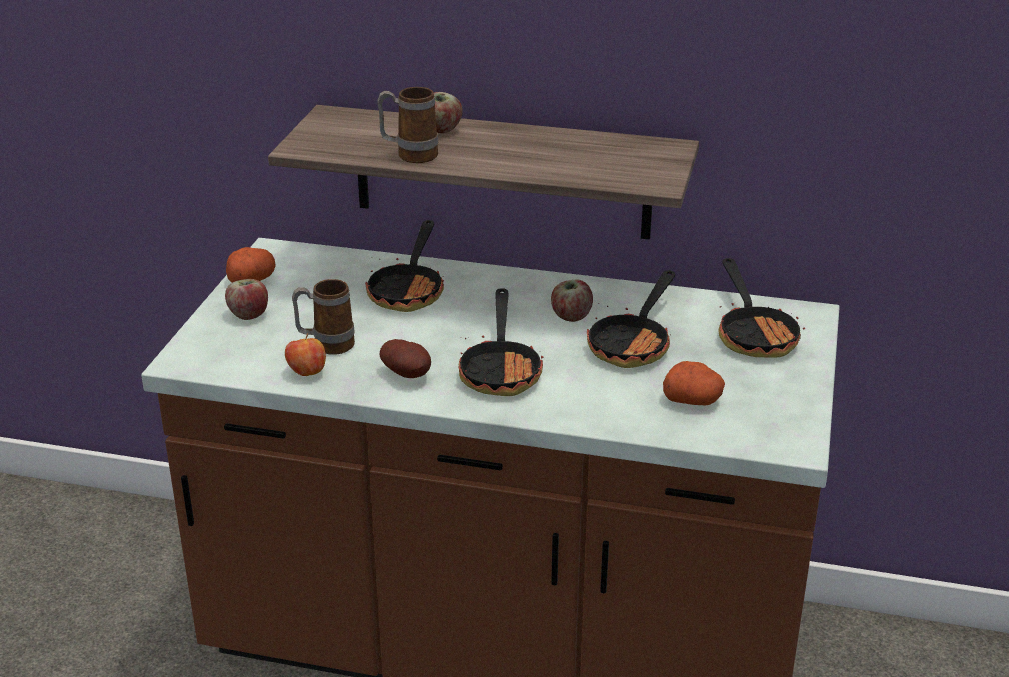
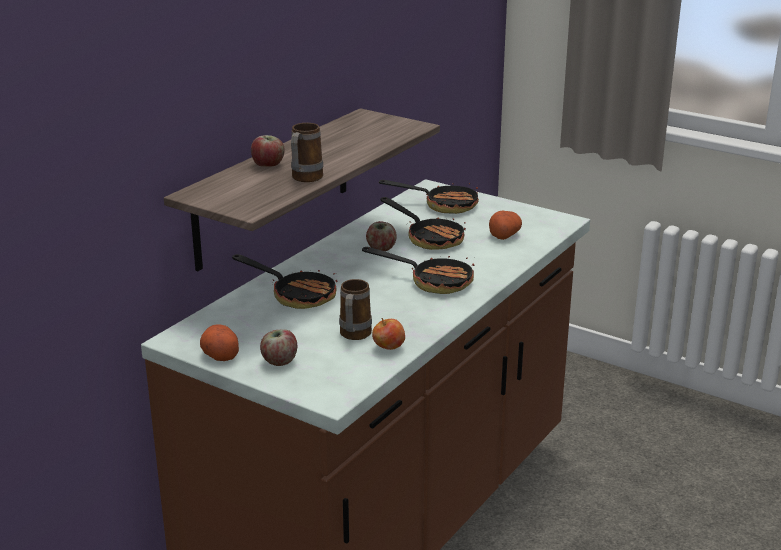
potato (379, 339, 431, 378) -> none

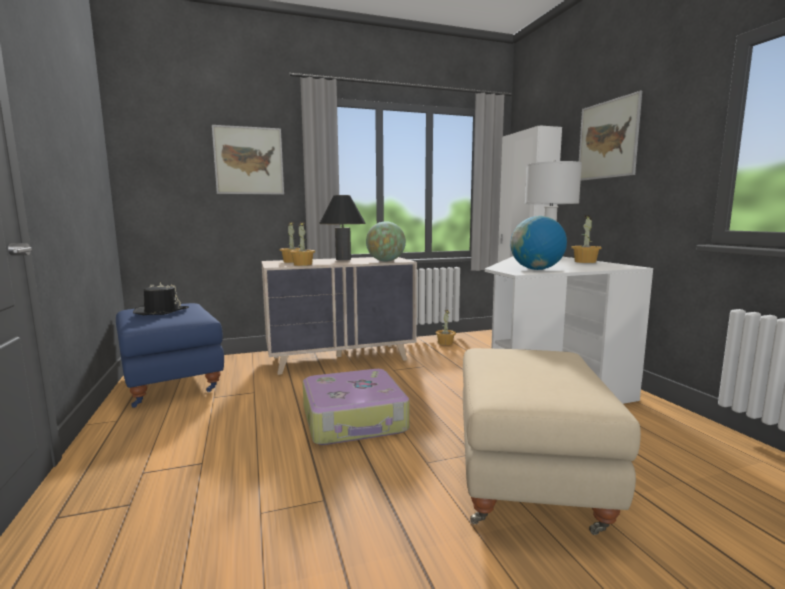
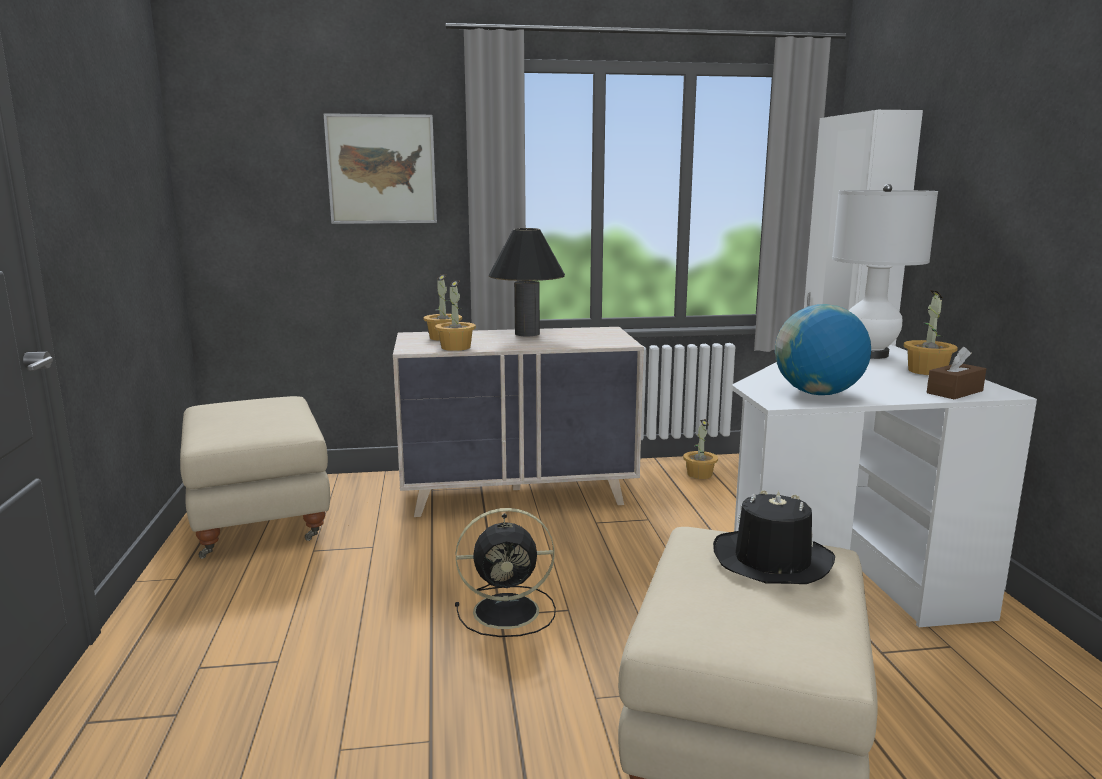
picture (579, 91, 642, 181) -> none
globe (366, 221, 406, 262) -> none
black hat (133, 282, 189, 315) -> black hat (713, 490, 835, 584), move
blue ottoman (116, 303, 224, 408) -> beige ottoman (180, 396, 330, 559)
suitcase (303, 369, 409, 445) -> black fan (455, 508, 556, 637)
none -> brown tissue box (927, 347, 986, 399)

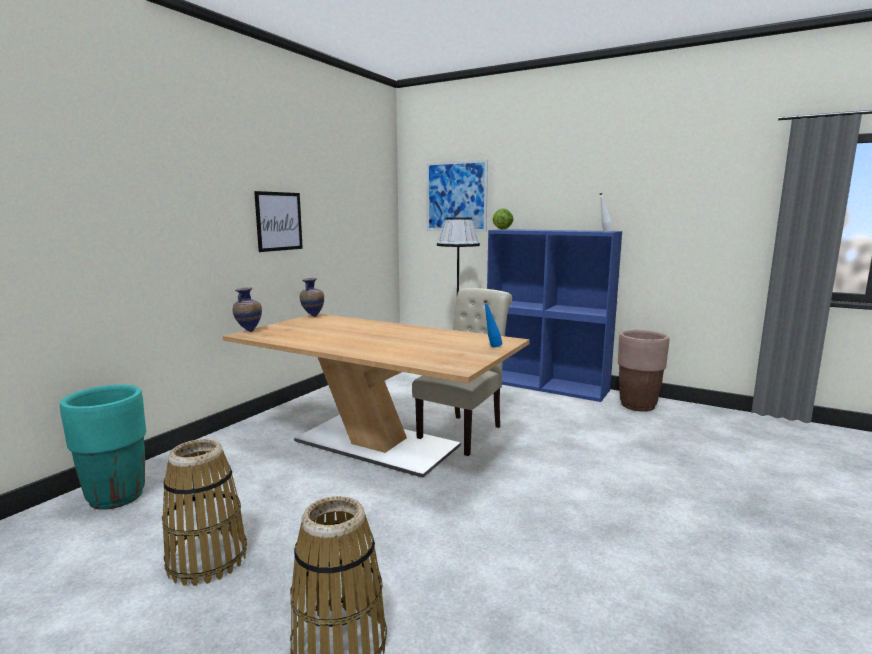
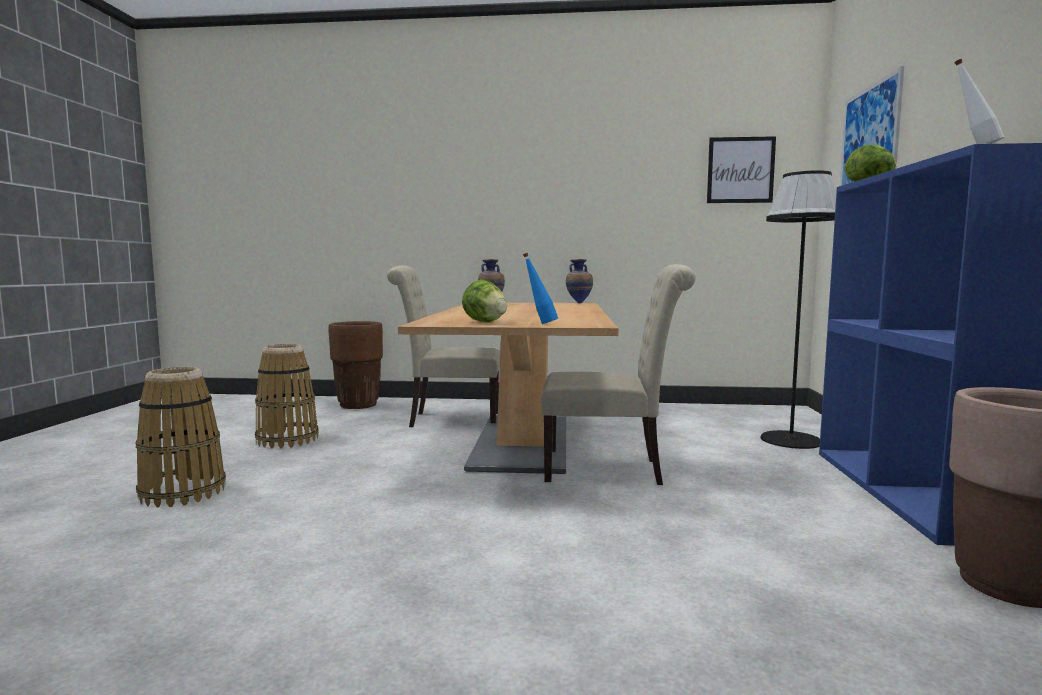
picture (254, 191, 303, 252) -> picture (707, 136, 776, 203), move
turquoise planter (60, 385, 146, 510) -> brown planter (329, 321, 383, 409)
none -> beige chair (387, 266, 500, 427)
none -> lettuce (462, 280, 507, 322)

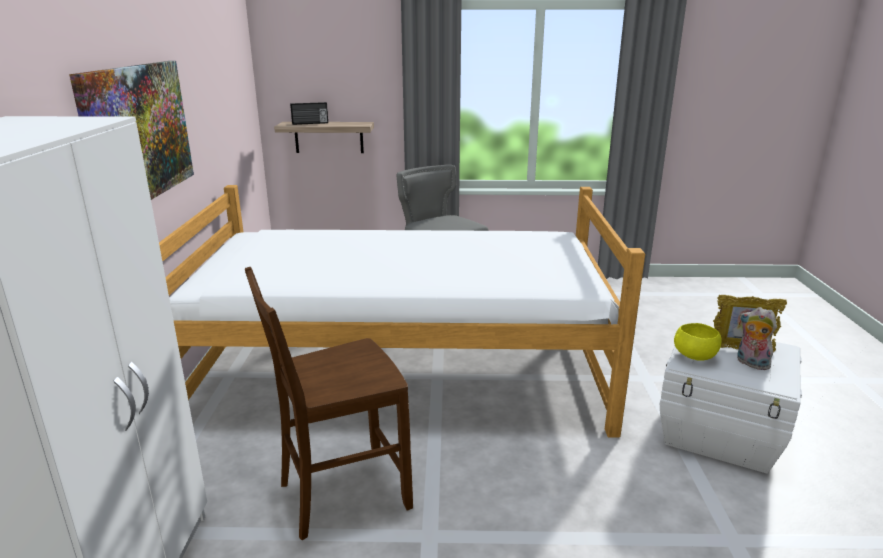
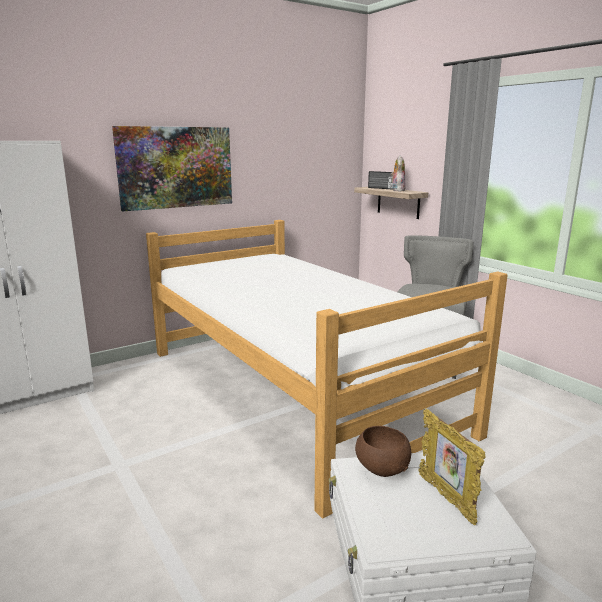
brown chair (245, 267, 413, 540) -> none
plush toy (737, 307, 777, 370) -> plush toy (391, 155, 406, 191), move
yellow bowl (674, 323, 722, 361) -> brown bowl (355, 426, 411, 477)

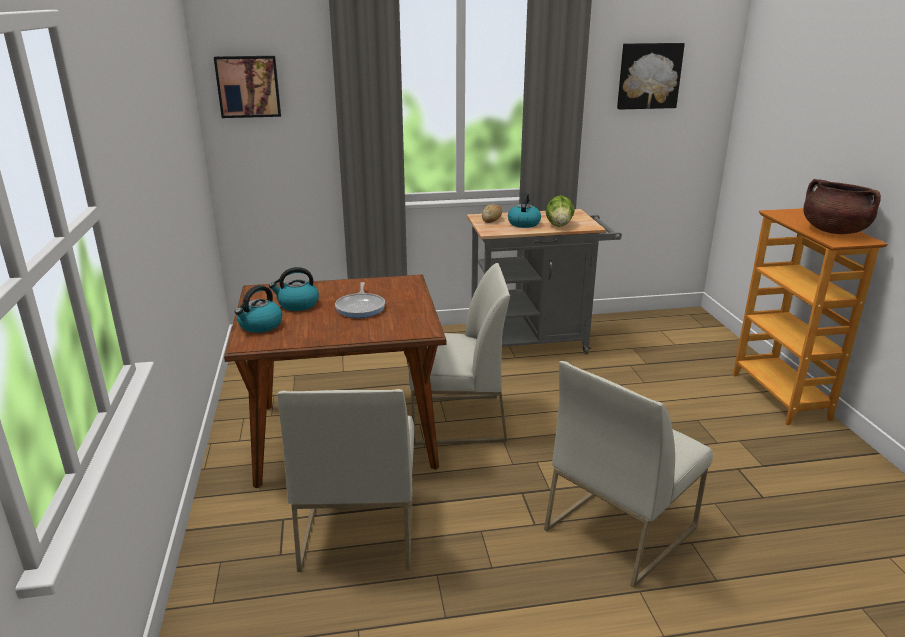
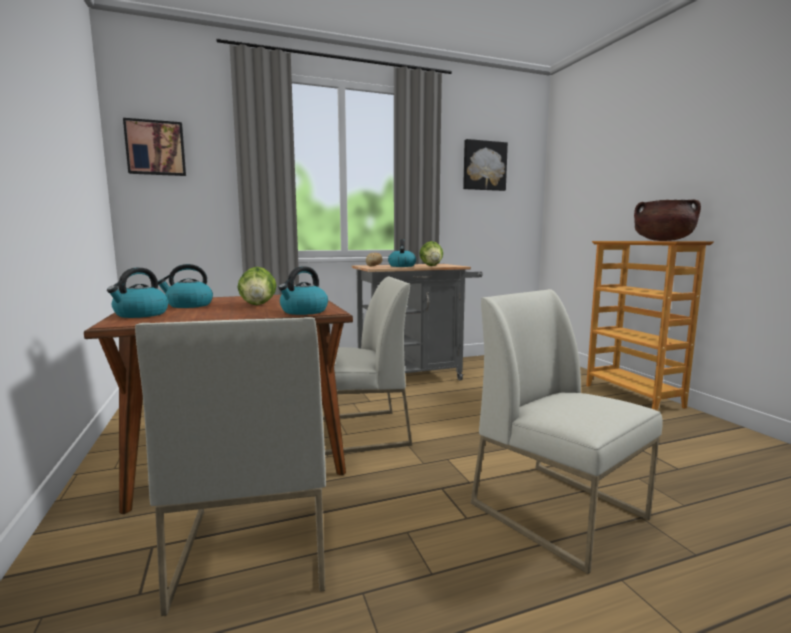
frying pan (335, 282, 385, 318) -> lettuce (238, 267, 277, 305)
white chair (544, 361, 713, 588) -> white chair (471, 289, 663, 574), 105 degrees clockwise
none -> kettle (278, 266, 328, 315)

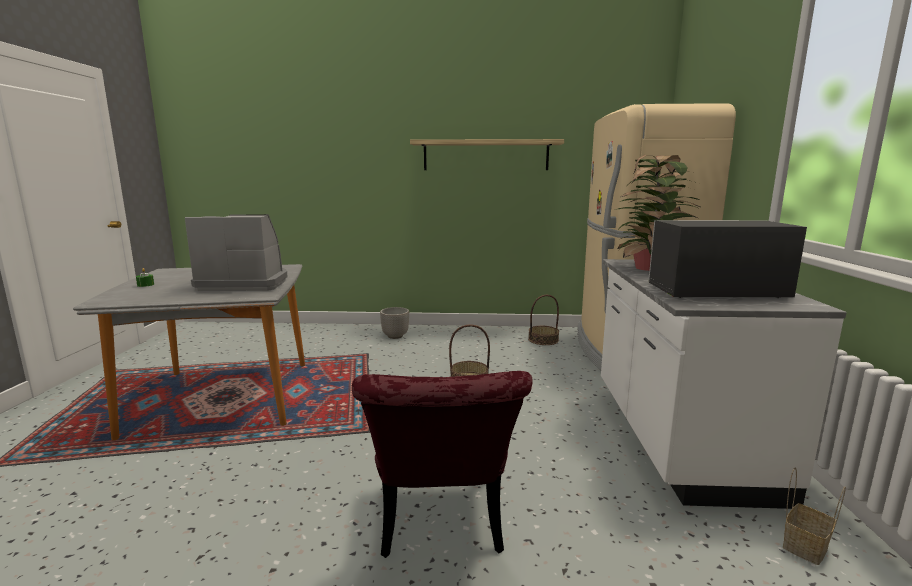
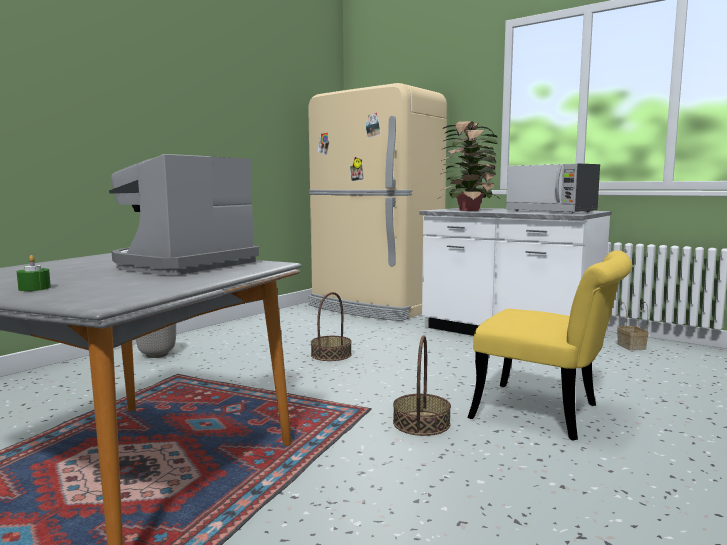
shelf (410, 139, 564, 170) -> none
microwave (648, 220, 807, 298) -> microwave (506, 163, 600, 213), 75 degrees counterclockwise
basket (528, 295, 559, 345) -> basket (393, 335, 451, 436), move
red chair (352, 371, 533, 558) -> yellow chair (468, 251, 632, 441)

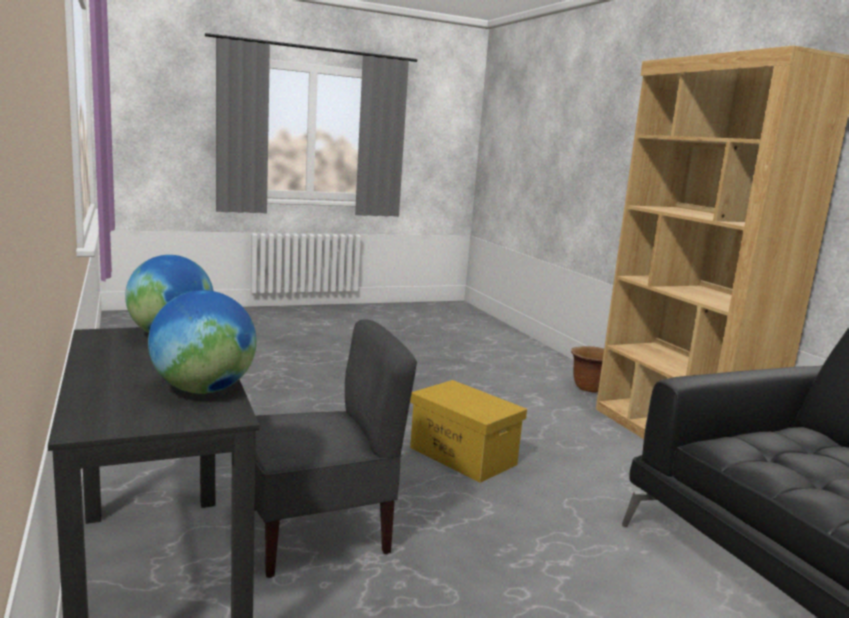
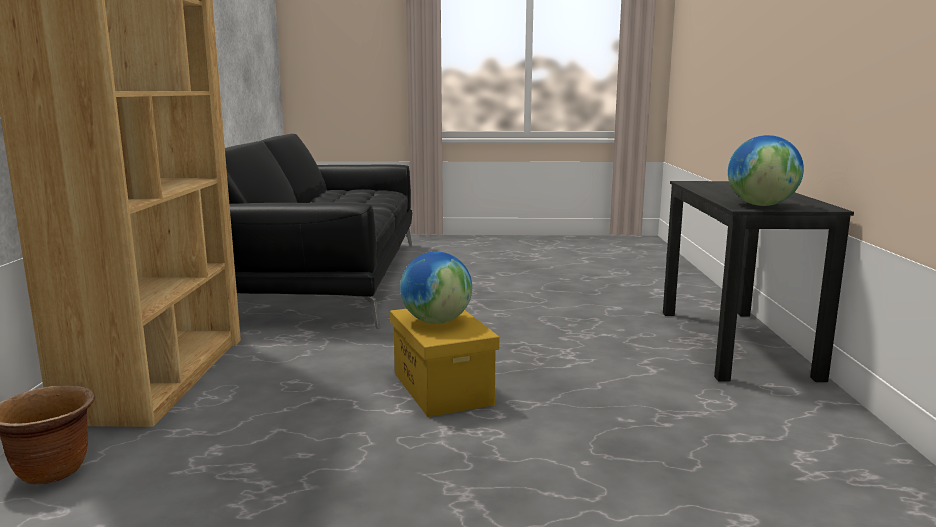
globe (148, 290, 257, 394) -> globe (400, 252, 472, 324), move
grey chair (255, 319, 417, 578) -> none

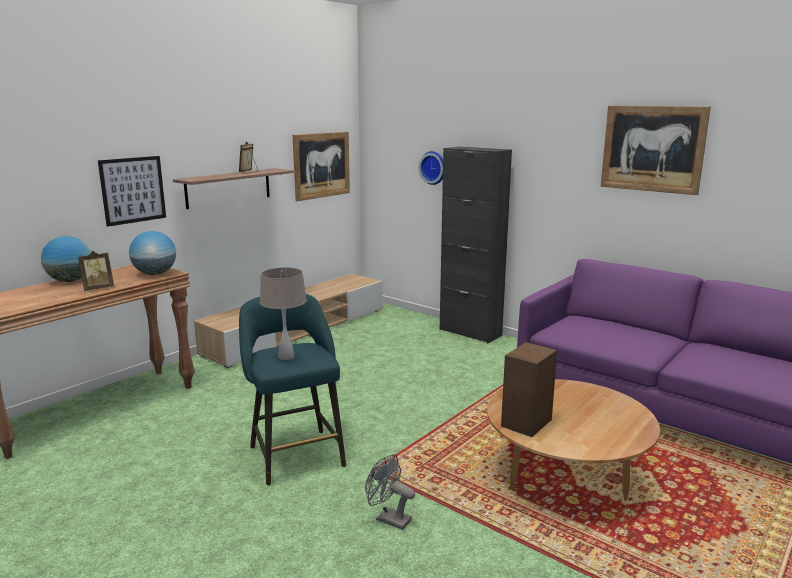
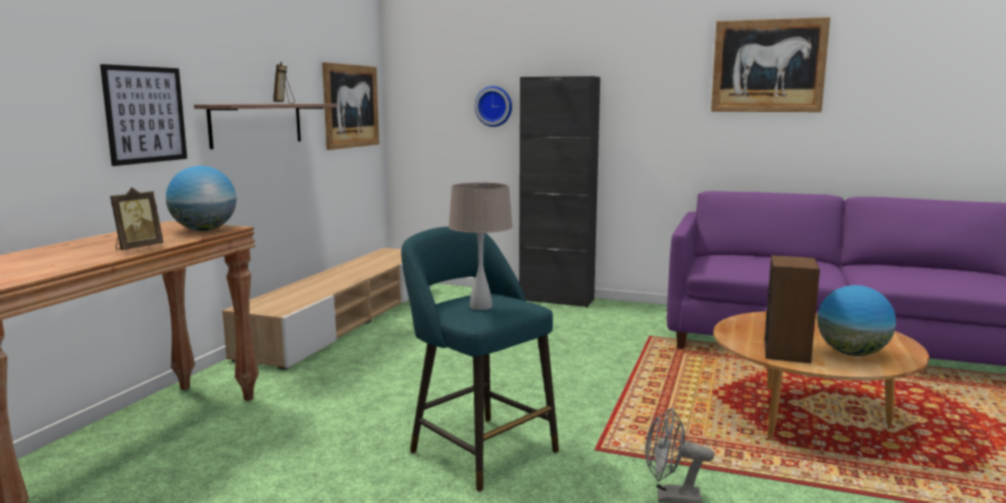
globe (41, 236, 91, 282) -> globe (817, 285, 896, 356), move

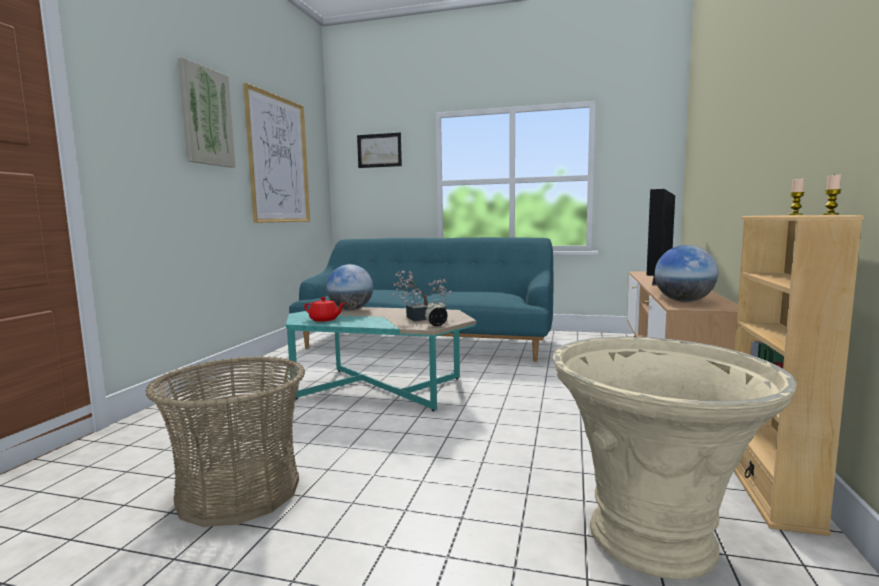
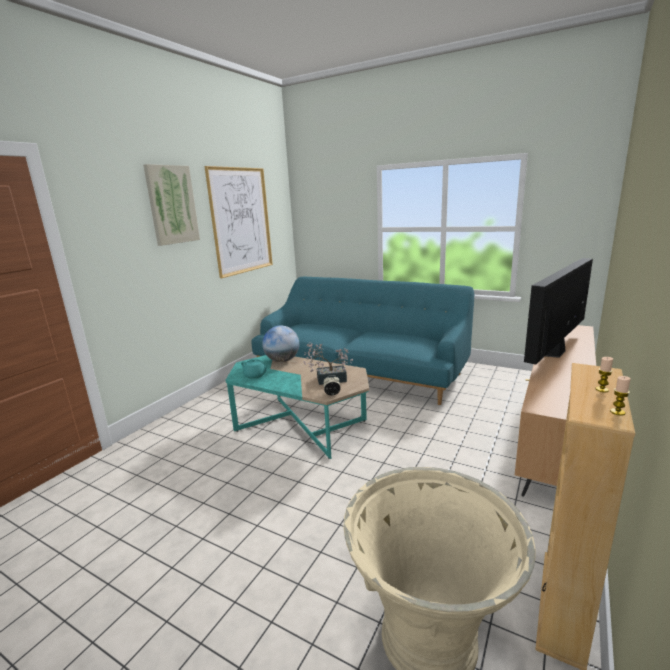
picture (357, 133, 402, 168) -> none
globe (655, 245, 718, 302) -> none
red teapot (304, 297, 345, 322) -> turquoise teapot (241, 359, 268, 379)
basket (146, 356, 305, 527) -> none

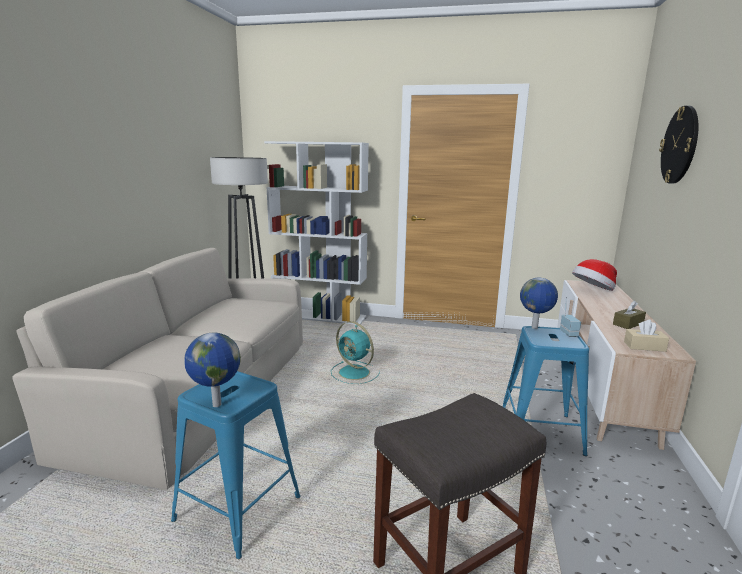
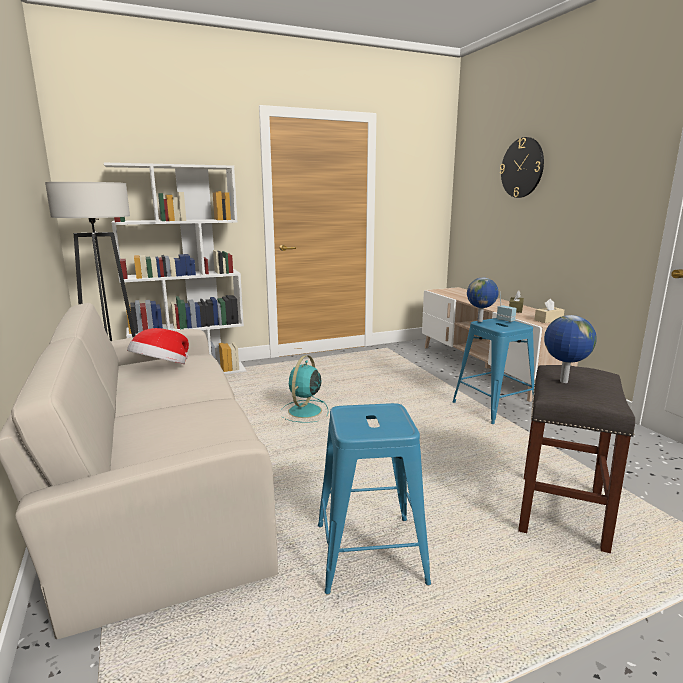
hat (572, 259, 617, 291) -> hat (127, 328, 189, 364), move
turquoise fan (331, 321, 380, 384) -> turquoise fan (281, 355, 329, 423), 105 degrees clockwise
globe (184, 333, 241, 407) -> globe (544, 315, 597, 383), move

